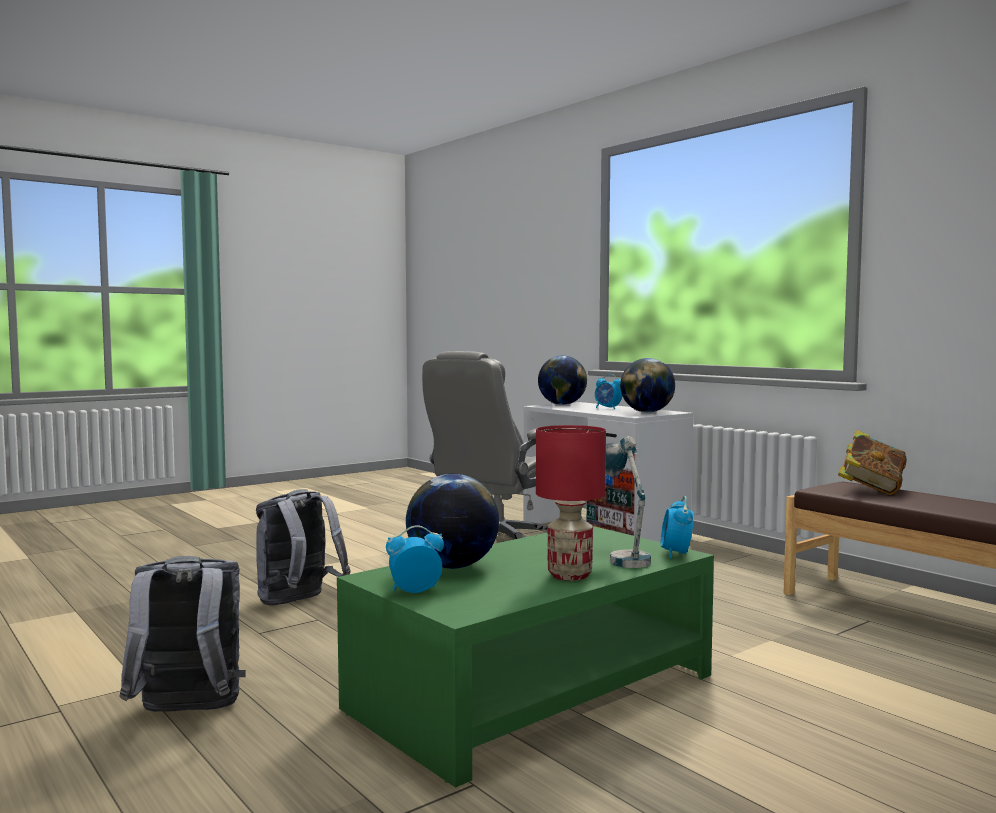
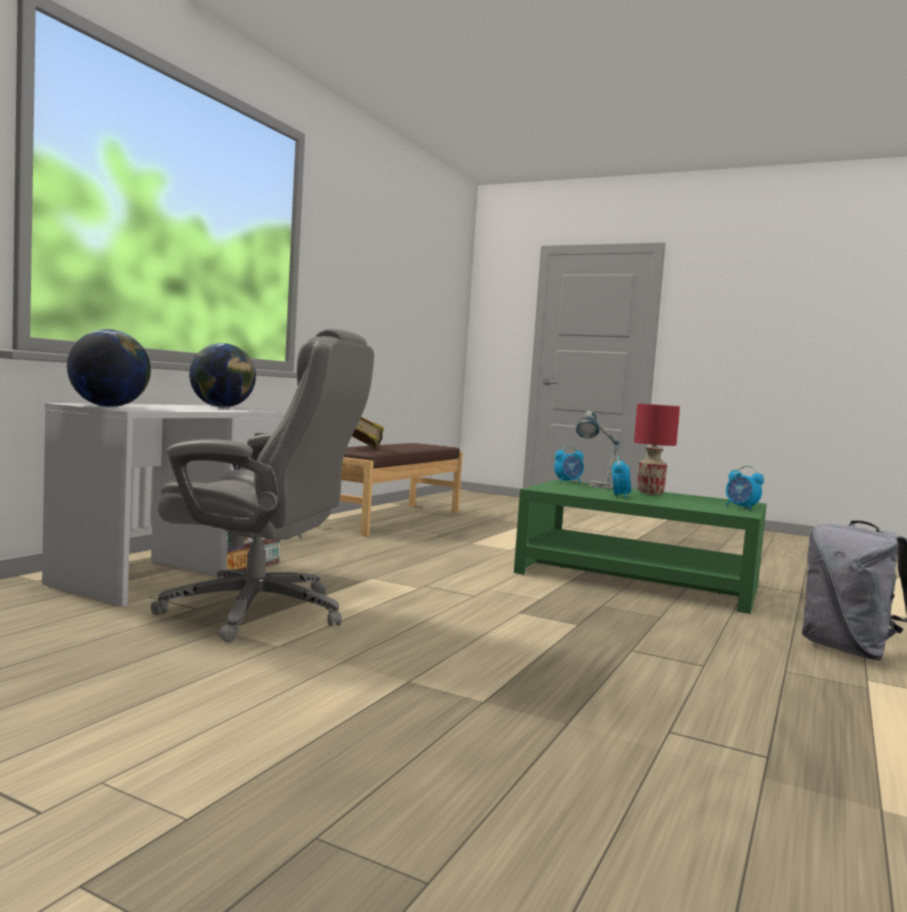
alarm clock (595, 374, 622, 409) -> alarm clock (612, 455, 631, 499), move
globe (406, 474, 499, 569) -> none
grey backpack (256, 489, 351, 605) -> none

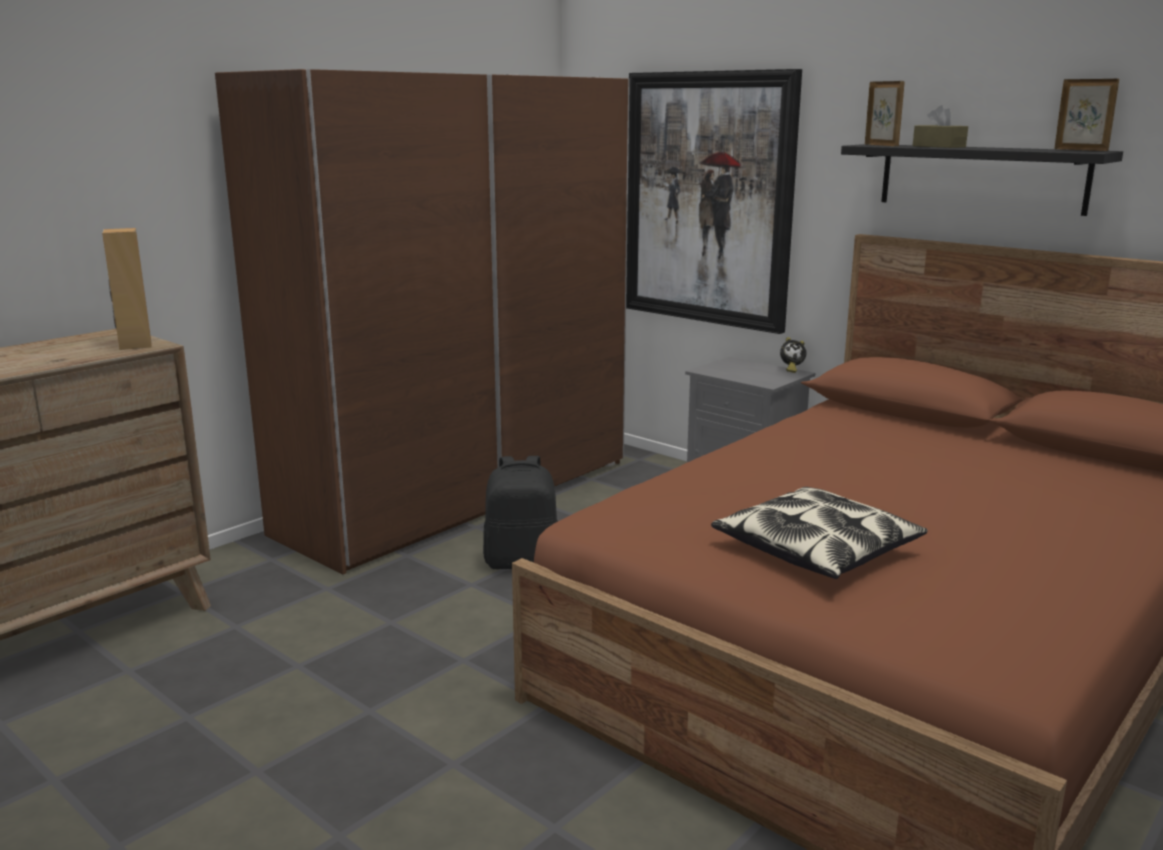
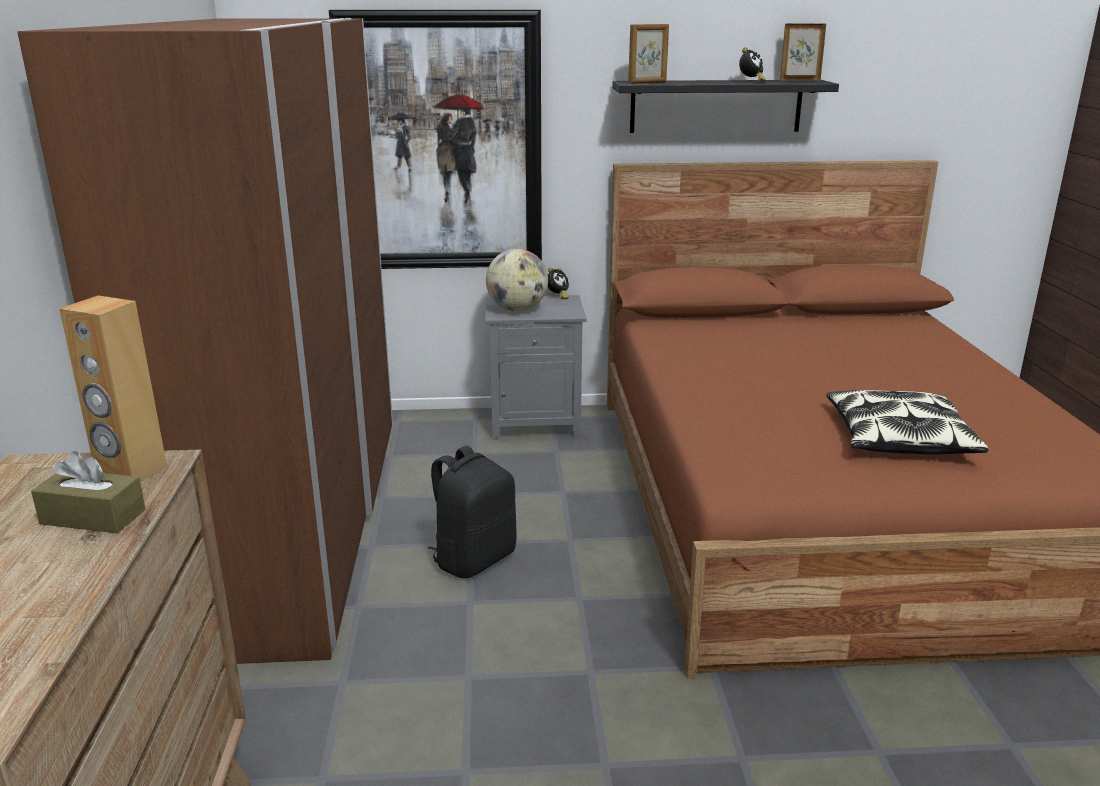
picture frame (865, 81, 905, 146) -> picture frame (628, 24, 669, 84), 135 degrees clockwise
brown tissue box (913, 105, 968, 148) -> brown tissue box (31, 451, 146, 533), move
none -> alarm clock (739, 47, 766, 82)
none -> globe (486, 249, 548, 312)

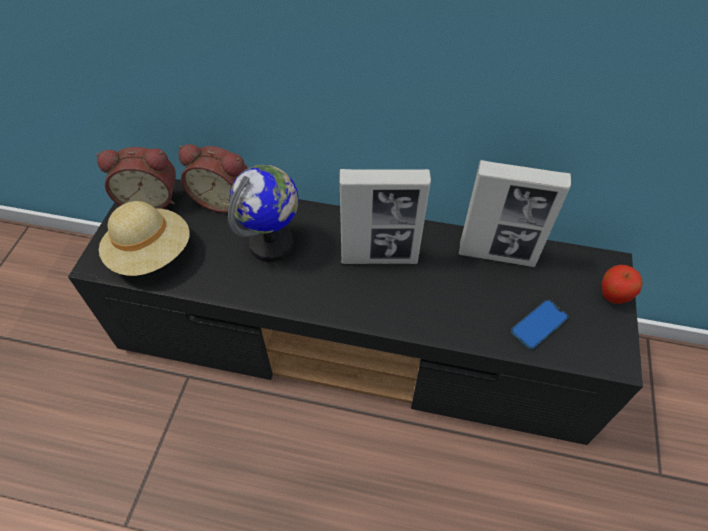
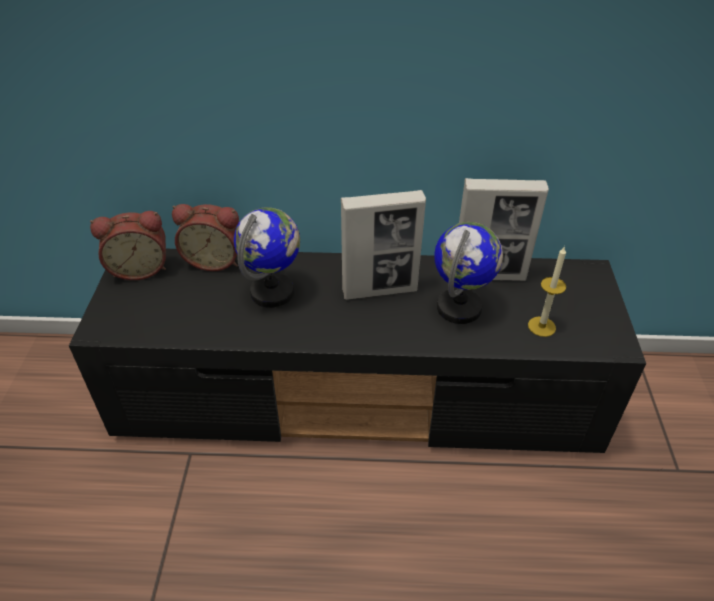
beige hat (99, 201, 190, 276) -> none
apple (601, 265, 643, 304) -> none
phone (511, 300, 569, 350) -> candle (528, 246, 566, 337)
none -> globe (434, 222, 503, 324)

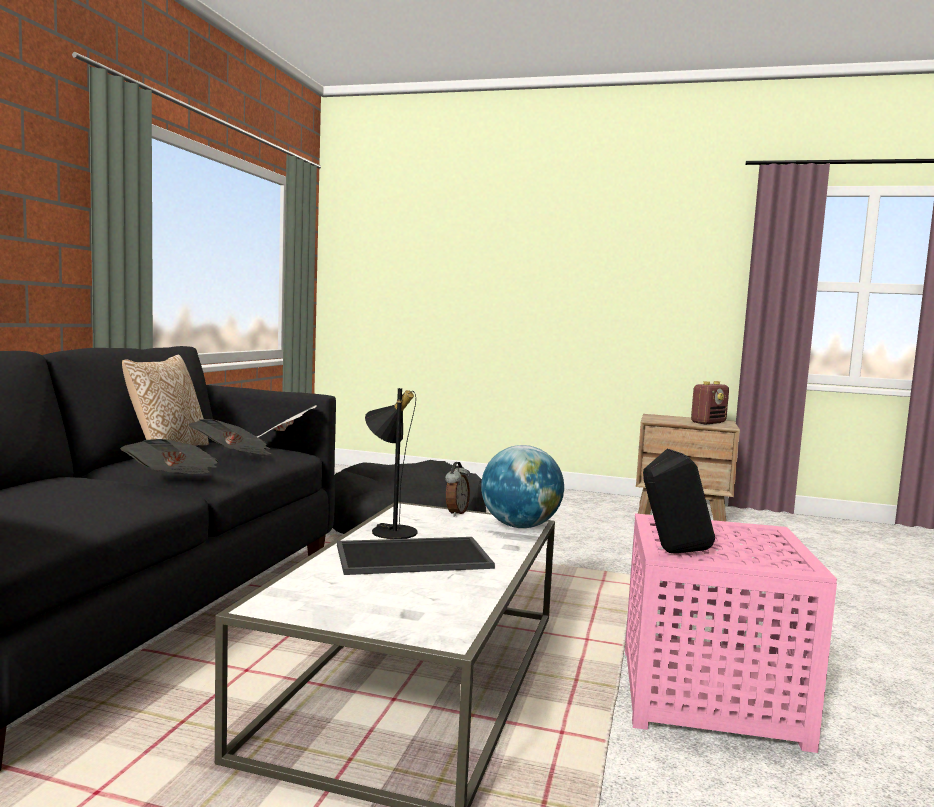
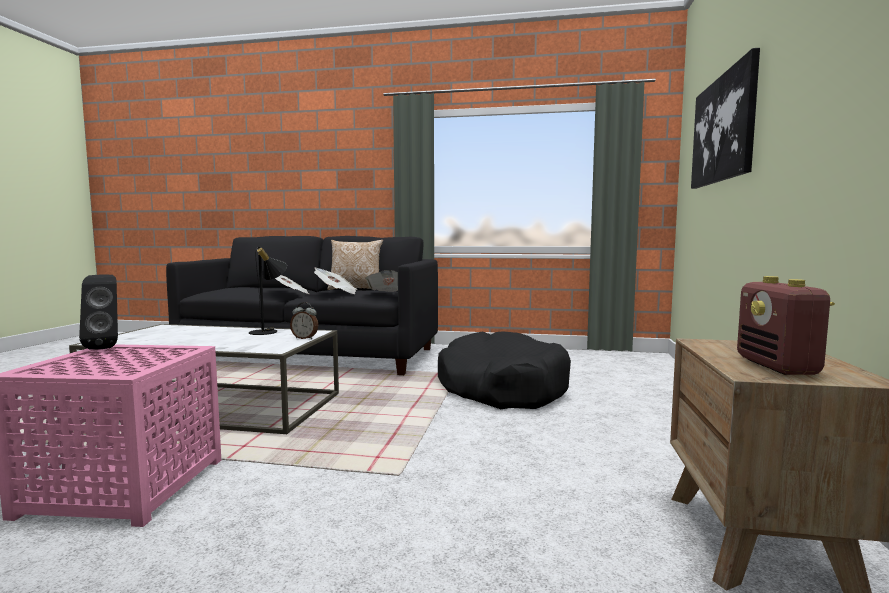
radio (691, 381, 729, 425) -> radio (737, 276, 835, 375), 45 degrees clockwise
globe (481, 445, 564, 528) -> none
tray (337, 537, 495, 575) -> none
none -> picture (691, 48, 760, 189)

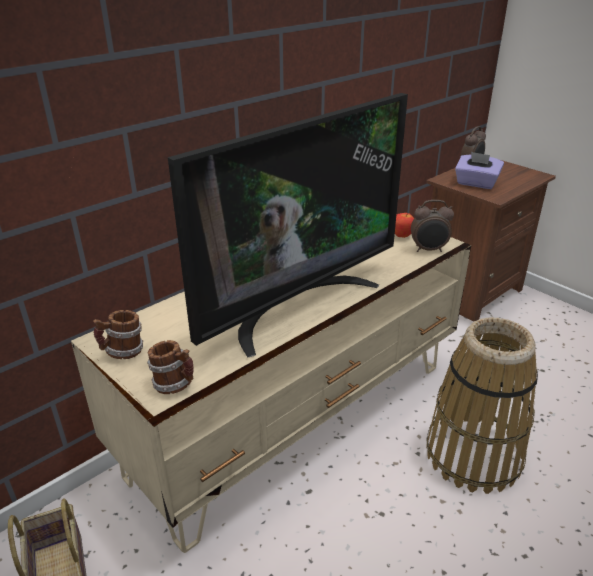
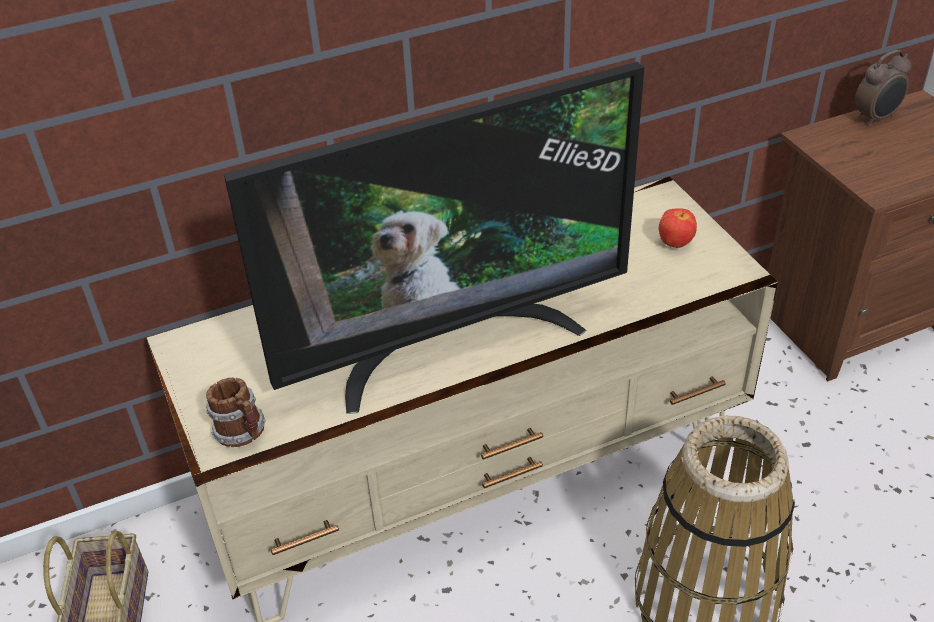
purple tissue box (455, 152, 504, 189) -> none
alarm clock (411, 200, 454, 252) -> none
mug (93, 310, 143, 359) -> none

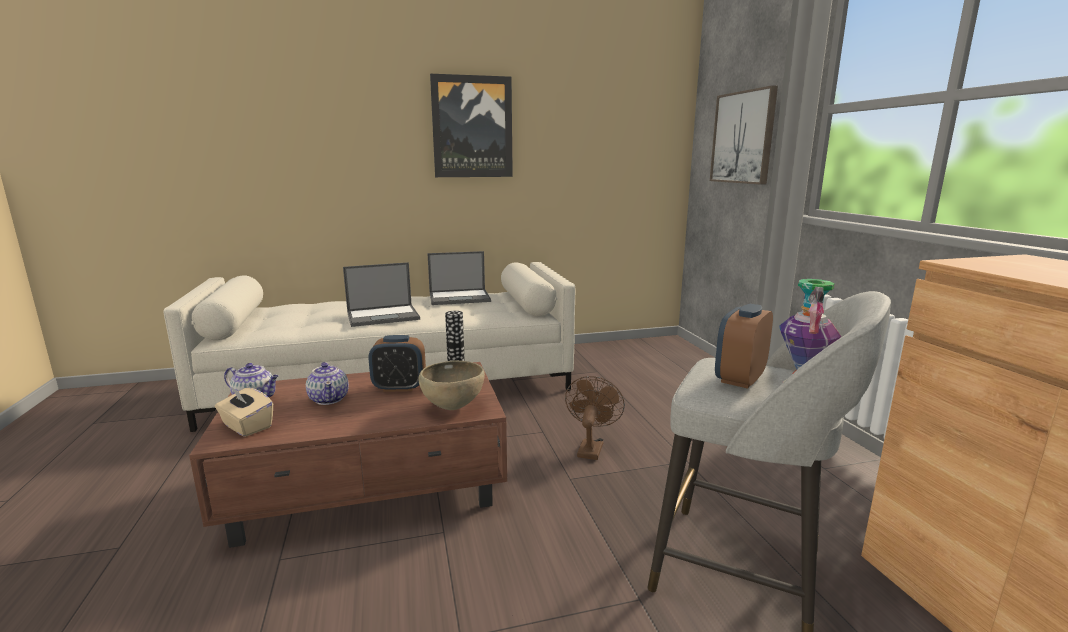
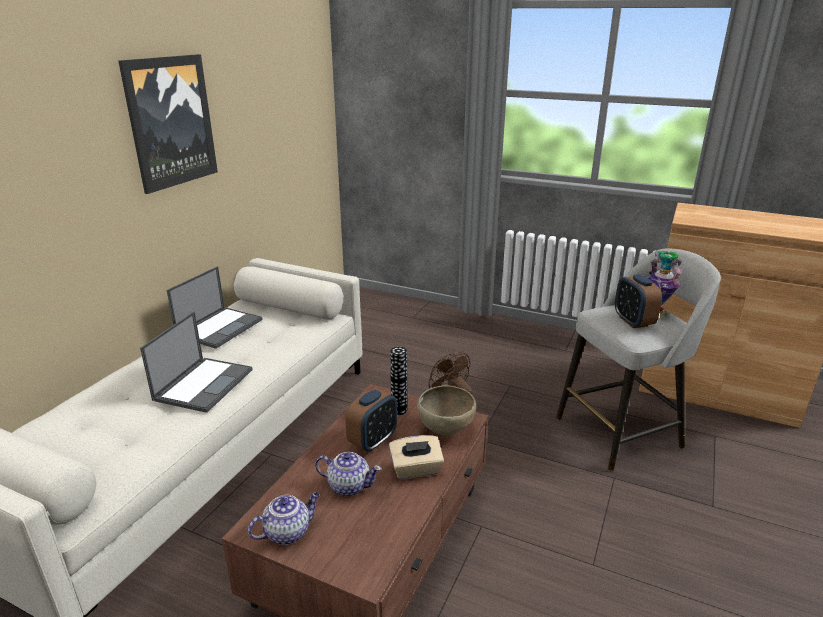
picture (710, 85, 778, 185) -> none
beige tissue box (215, 387, 273, 437) -> beige tissue box (388, 435, 444, 479), move

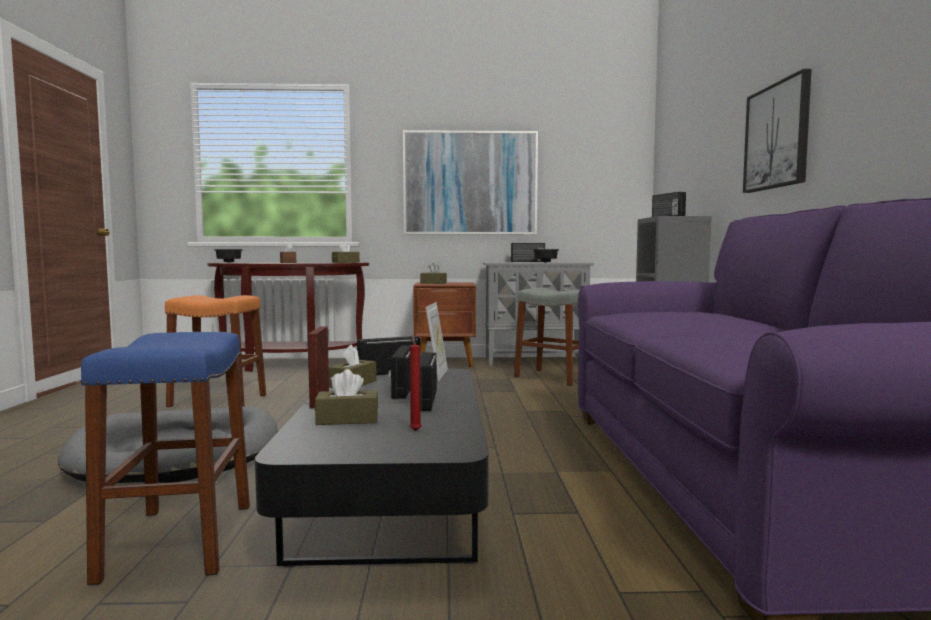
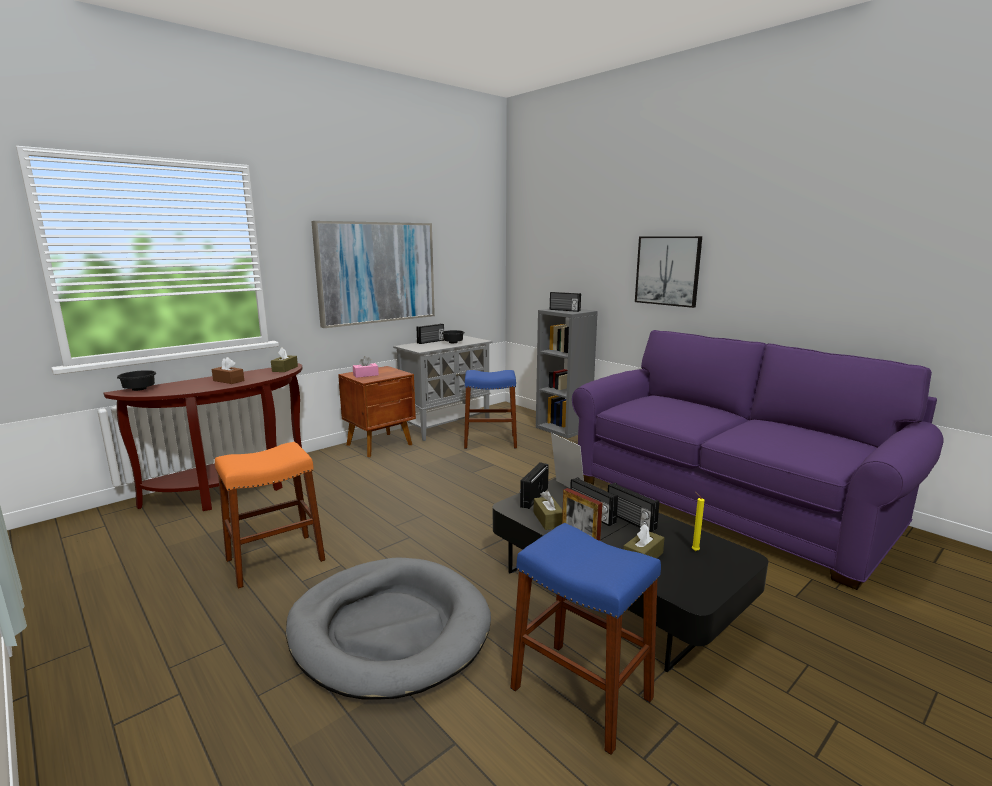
brown tissue box (420, 263, 447, 284) -> pink tissue box (353, 356, 379, 378)
grey stool (514, 288, 580, 386) -> blue stool (464, 370, 517, 449)
red candle (410, 335, 422, 431) -> yellow candle (692, 492, 705, 551)

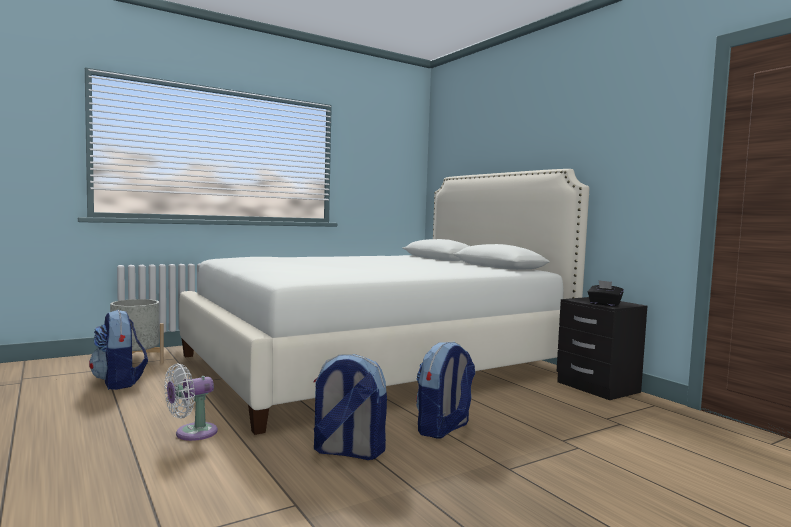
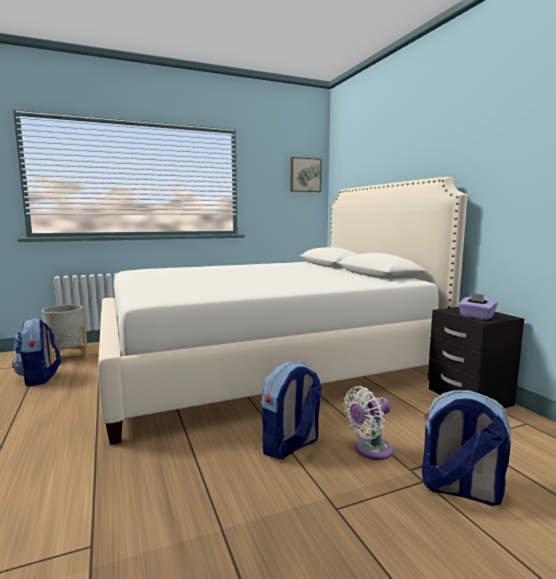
black tissue box (588, 280, 624, 306) -> purple tissue box (458, 293, 498, 320)
backpack (313, 354, 387, 460) -> backpack (422, 390, 511, 506), move
white fan (164, 364, 218, 441) -> white fan (343, 386, 393, 460), move
none -> picture (290, 157, 322, 192)

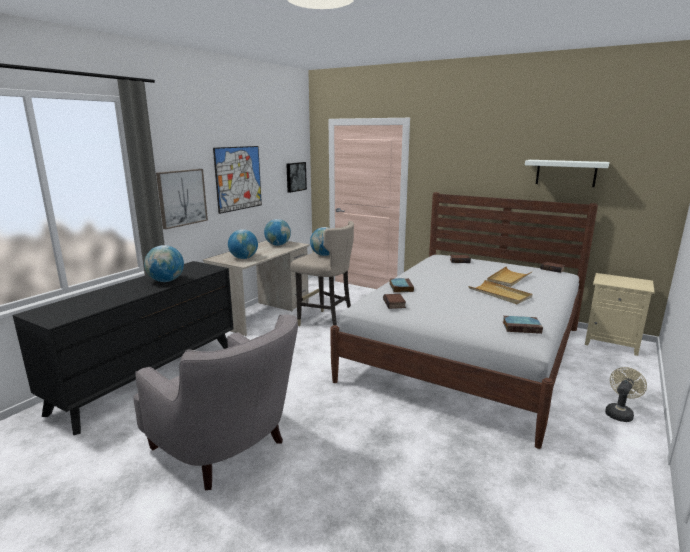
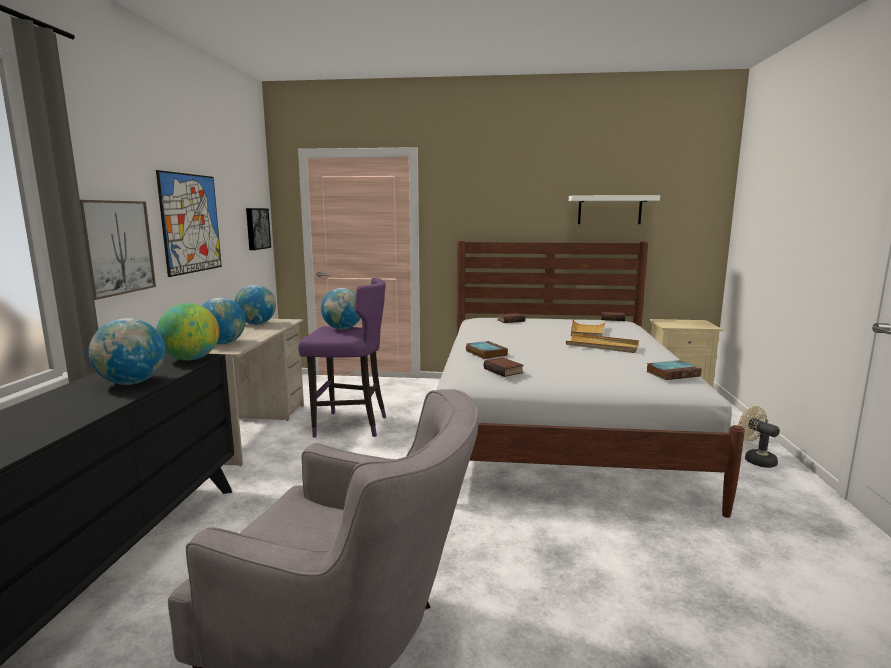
beige stool (290, 221, 354, 326) -> purple stool (298, 278, 386, 438)
beige fan (605, 367, 647, 422) -> beige fan (738, 406, 780, 468), 45 degrees counterclockwise
none -> globe (156, 303, 219, 360)

